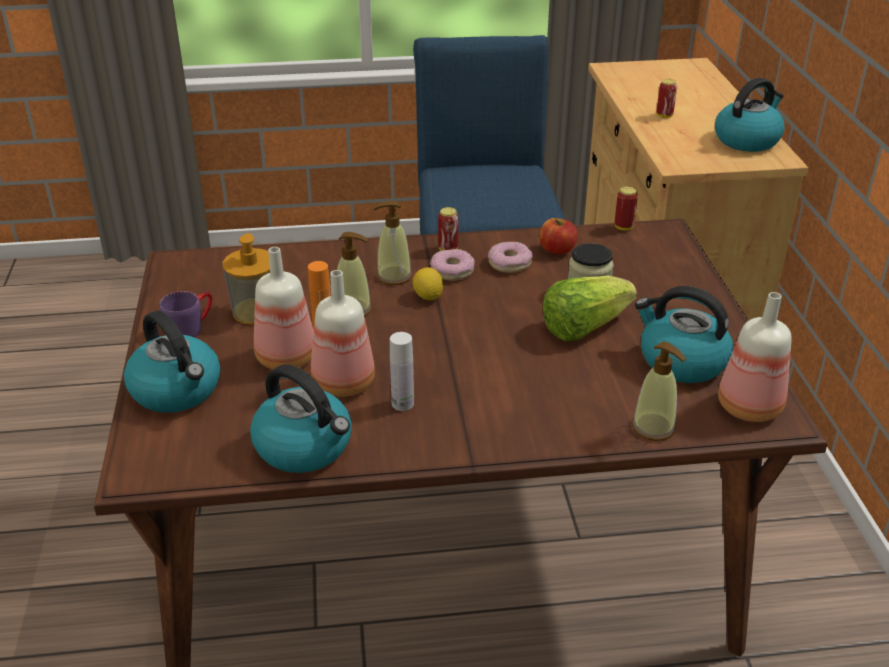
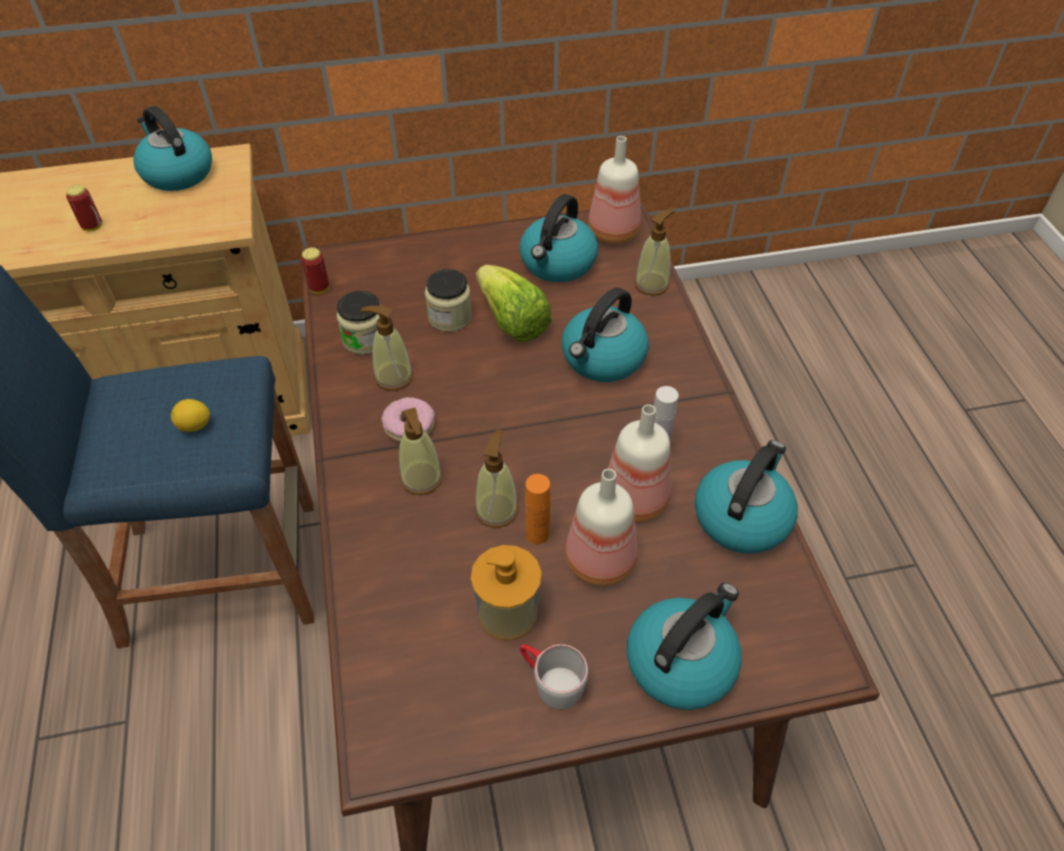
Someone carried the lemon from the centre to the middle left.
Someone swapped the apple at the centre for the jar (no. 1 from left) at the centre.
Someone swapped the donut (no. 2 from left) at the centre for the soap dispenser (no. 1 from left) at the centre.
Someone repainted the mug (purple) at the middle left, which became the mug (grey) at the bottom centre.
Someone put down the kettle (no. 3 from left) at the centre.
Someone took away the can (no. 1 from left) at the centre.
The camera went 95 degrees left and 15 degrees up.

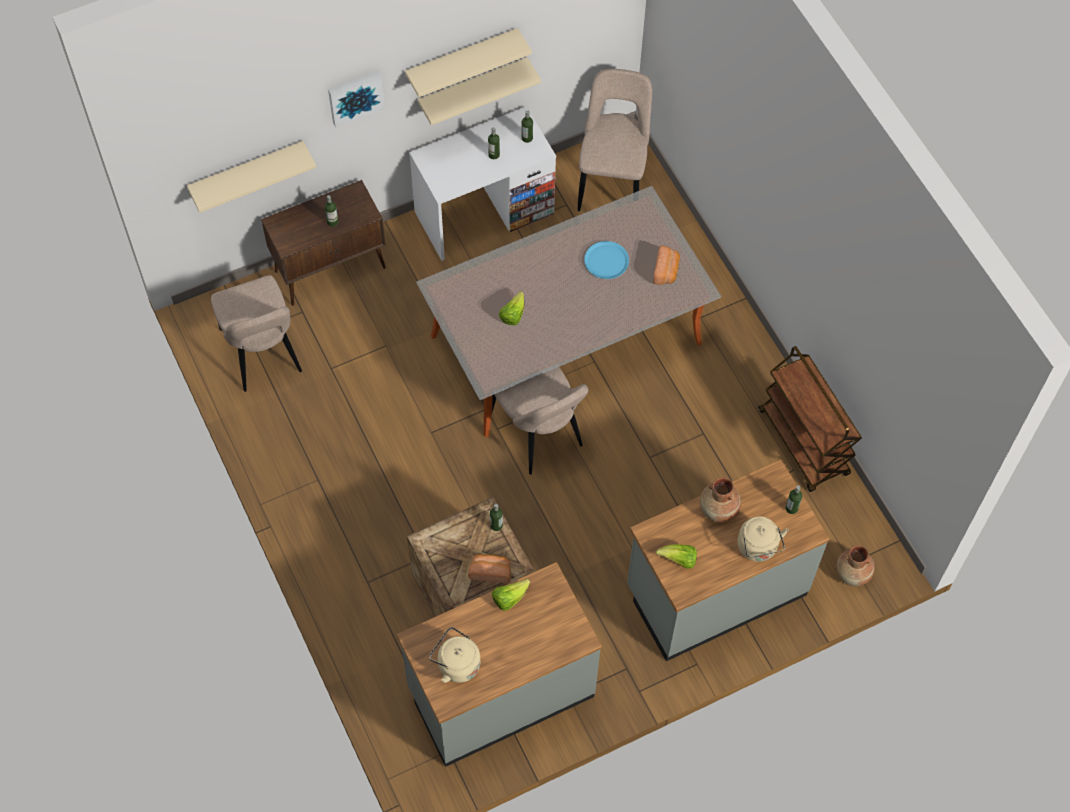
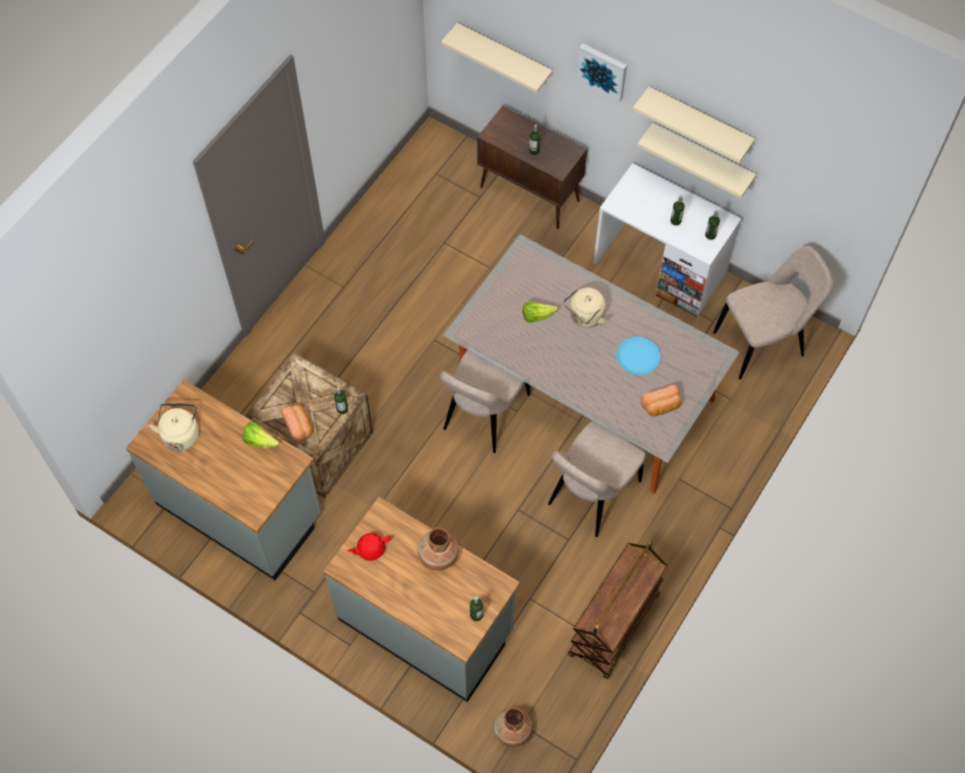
Someone swapped the lettuce (no. 3 from left) at the bottom centre for the teapot (red) at the bottom centre.
Someone carried the chair (beige) (no. 1 from left in the first image) from the middle left to the centre.
Someone carried the kettle (beige) (no. 2 from left) from the middle right to the centre.
The camera went 60 degrees right and 0 degrees up.

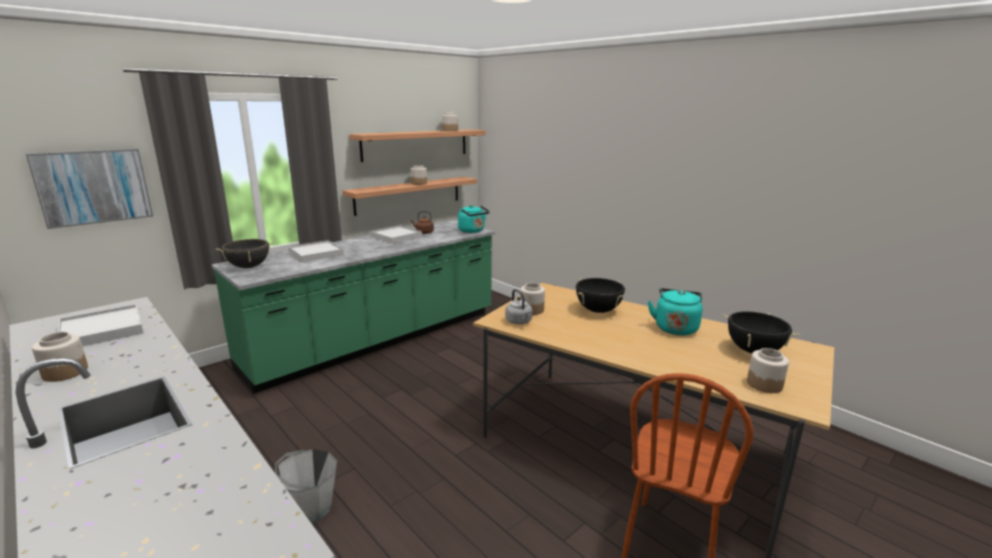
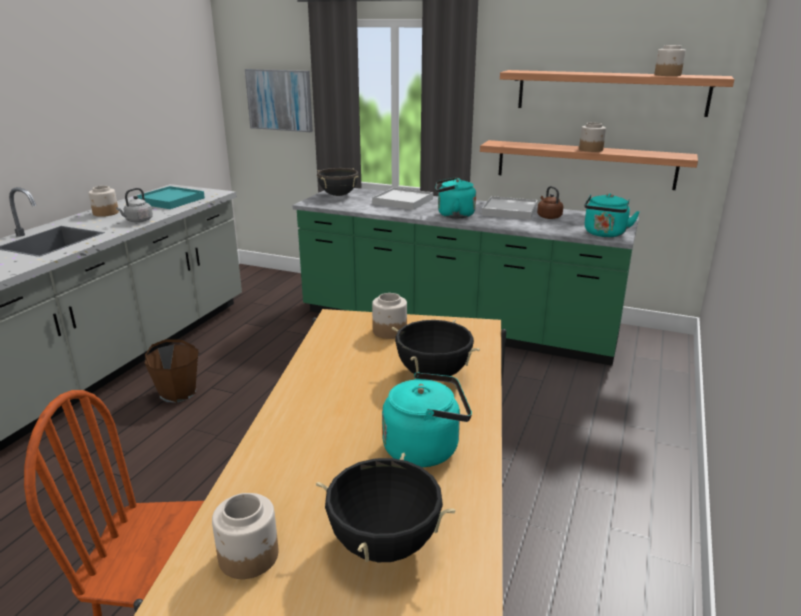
Someone carried the kettle (grey) from the centre to the top left.
Someone repainted the tray (white) (no. 1 from left) at the middle left, which became the tray (turquoise) at the top left.
Someone repainted the bucket (grey) at the bottom left, which became the bucket (brown) at the middle left.
Someone put down the kettle (turquoise) (no. 2 from left) at the top centre.
The camera went 65 degrees right and 5 degrees up.

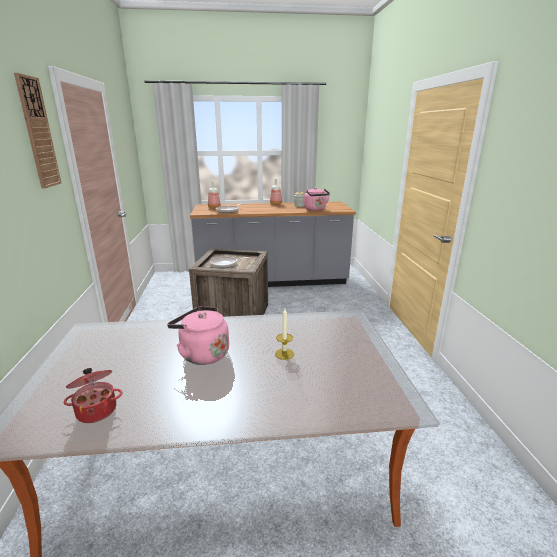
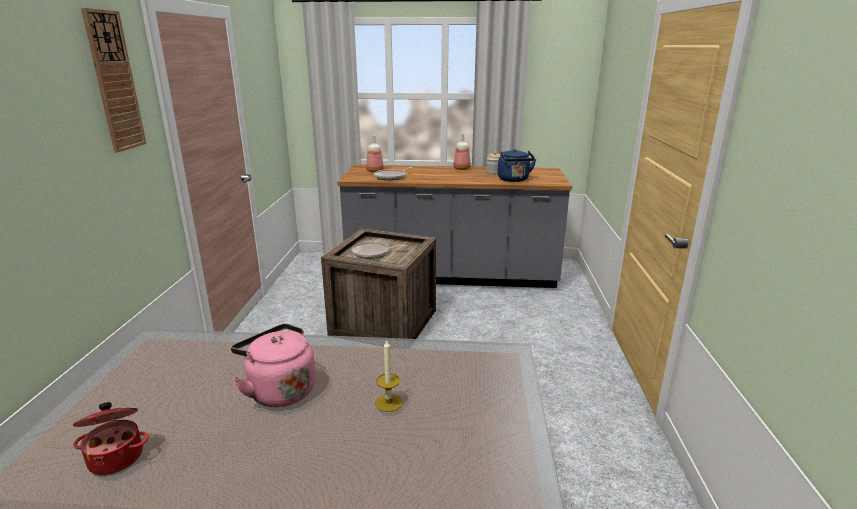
Someone repainted the kettle (pink) (no. 2 from left) at the centre, which became the kettle (blue) at the top centre.
The camera went 10 degrees right and 0 degrees up.

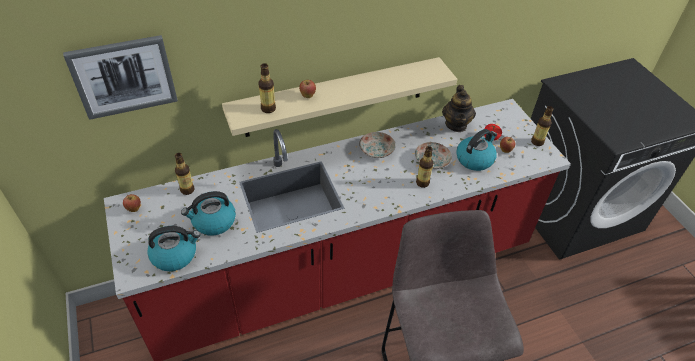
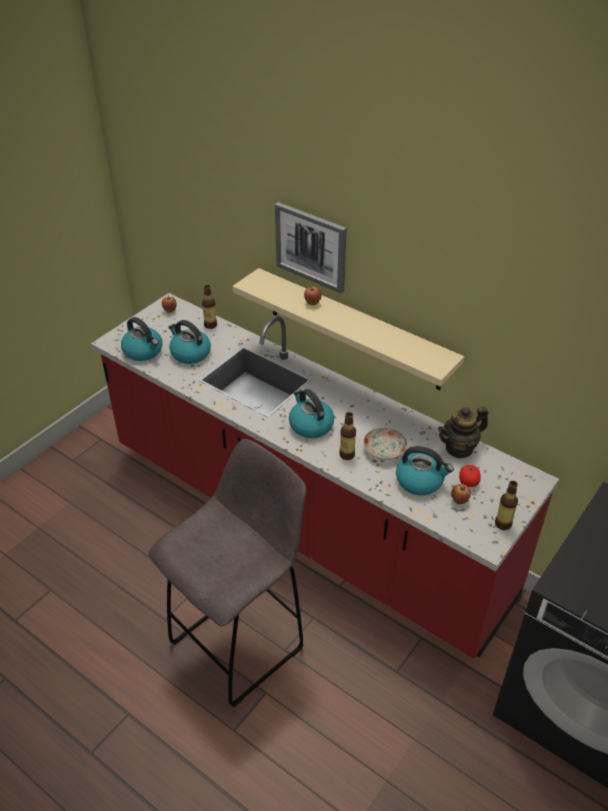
Someone carried the picture from the top left to the top centre.
Someone put down the kettle (no. 3 from left) at the centre.
Someone took away the bottle (no. 2 from left) at the top centre.
Someone took away the plate (no. 1 from left) at the centre.
The camera went 60 degrees right and 5 degrees down.

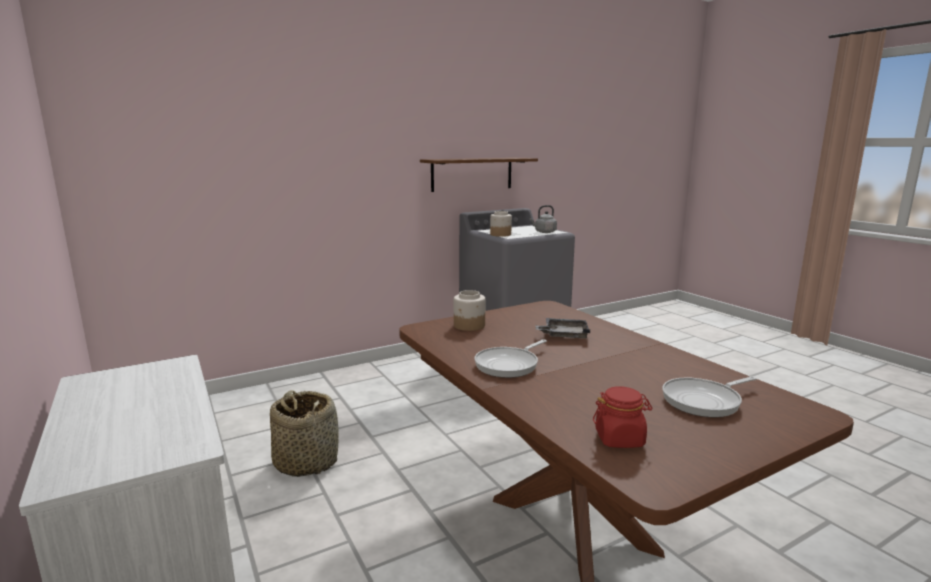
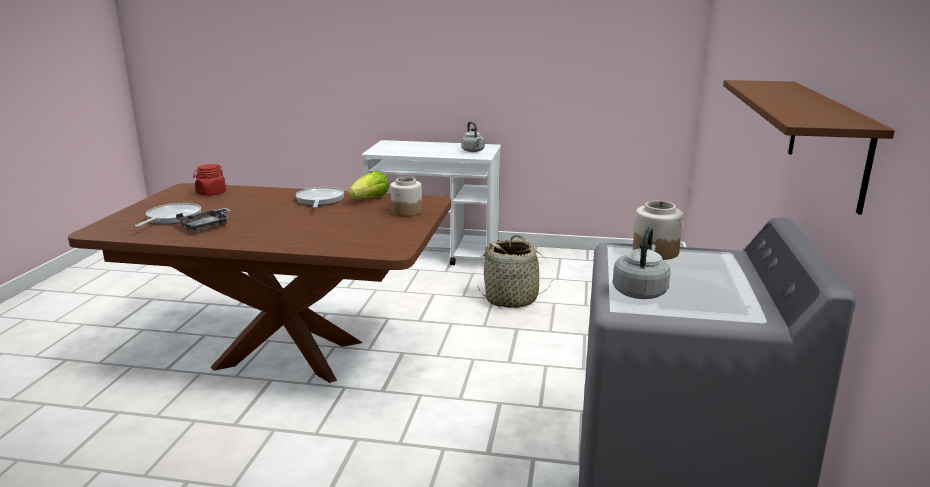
Someone carried the tray (grey) from the centre to the middle left.
Someone put down the lettuce at the centre.
Someone put down the kettle (grey) (no. 1 from left) at the top centre.
The camera went 130 degrees right and 5 degrees up.

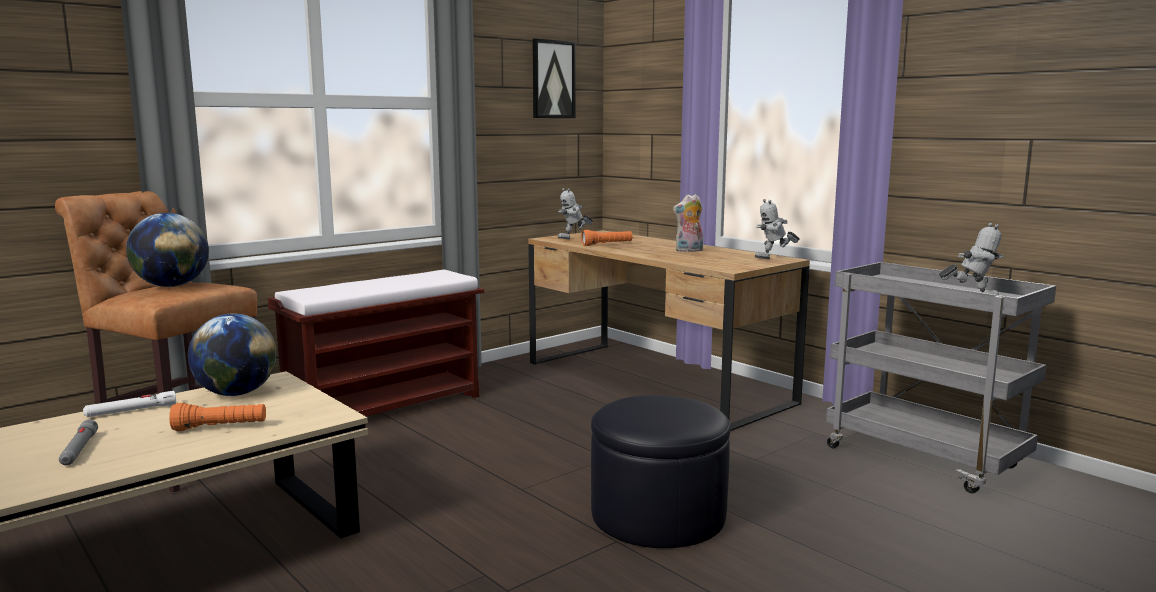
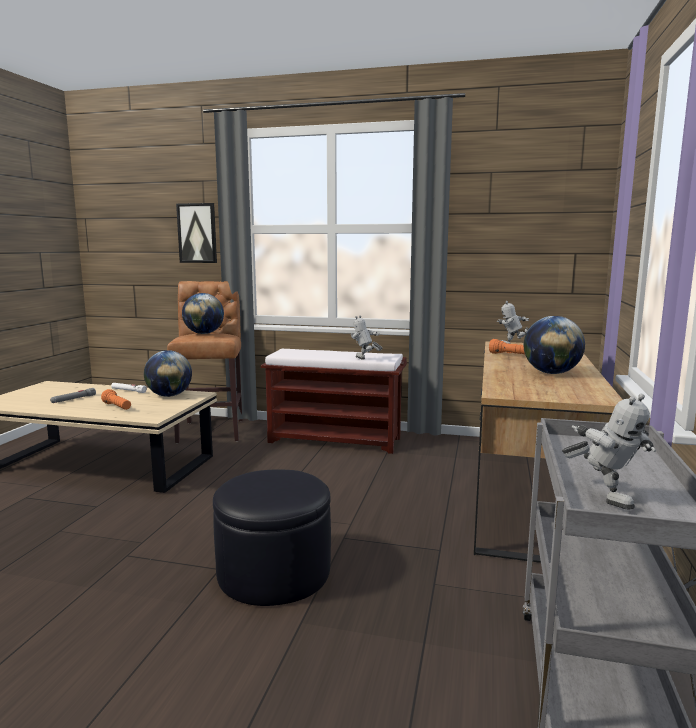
Someone carried the picture from the top centre to the top left.
Someone carried the toy robot (no. 2 from left in the first image) from the middle right to the centre.
Someone swapped the plush toy at the centre for the globe (no. 3 from left) at the middle right.
The camera went 55 degrees right and 0 degrees up.

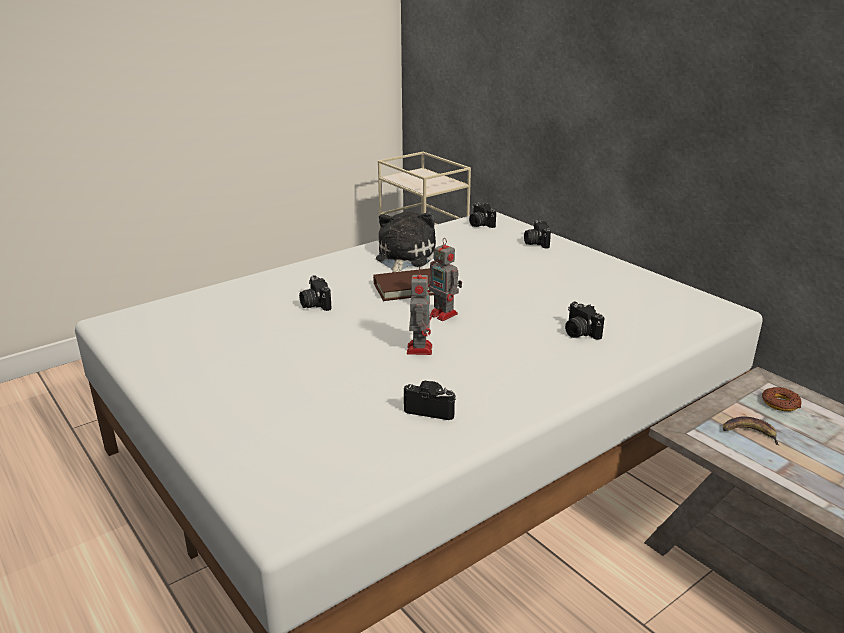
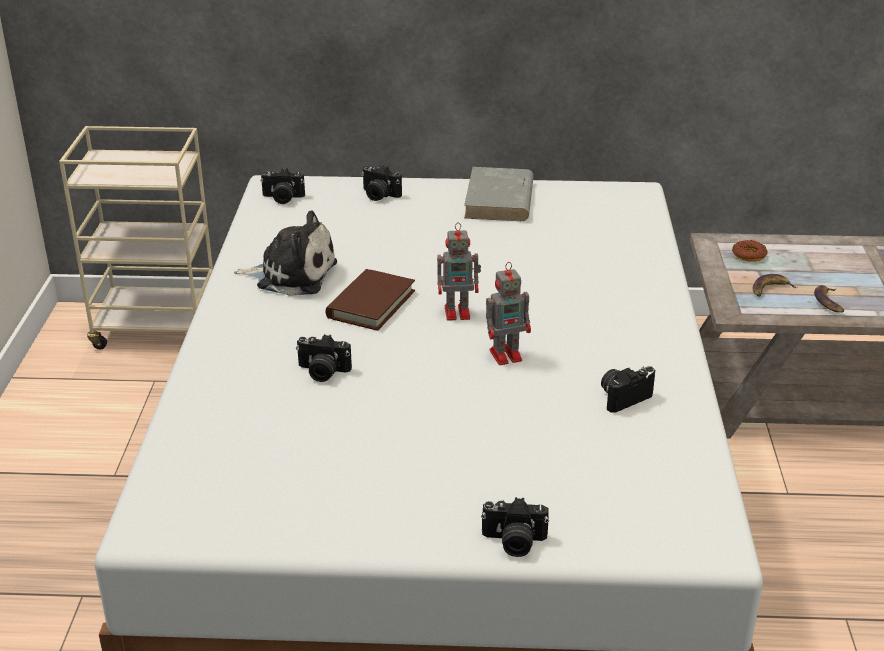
Someone rotated the plush toy at the centre by 135 degrees clockwise.
Someone put down the book (grey) at the top centre.
Someone carried the photo camera (no. 5 from left in the first image) from the middle right to the bottom centre.
Someone rotated the toy robot (no. 1 from left in the first image) at the centre by 120 degrees clockwise.
Someone put down the banana (no. 2 from left) at the middle right.
The camera went 50 degrees left and 5 degrees up.

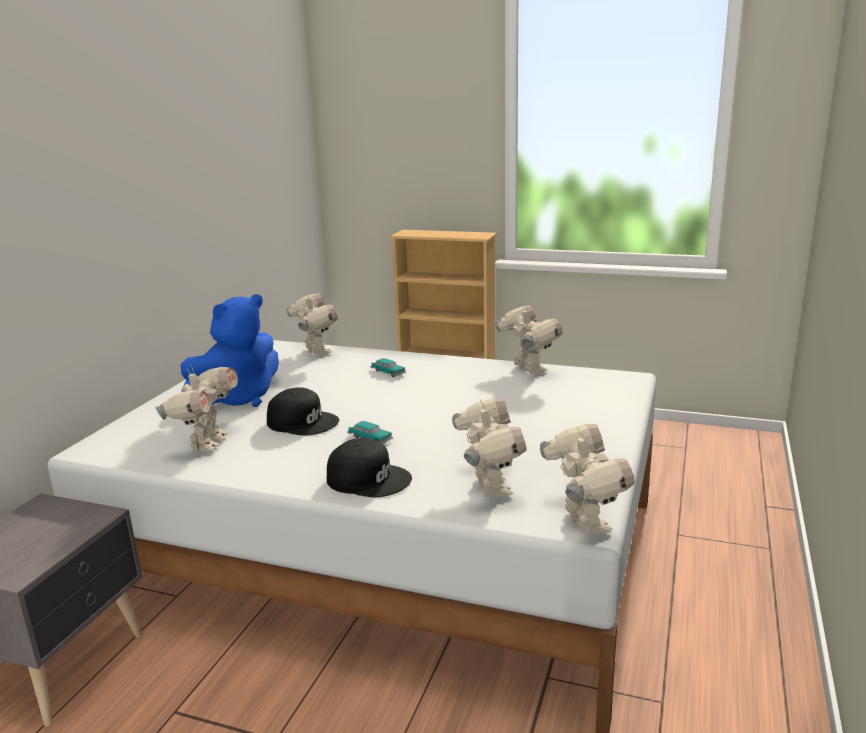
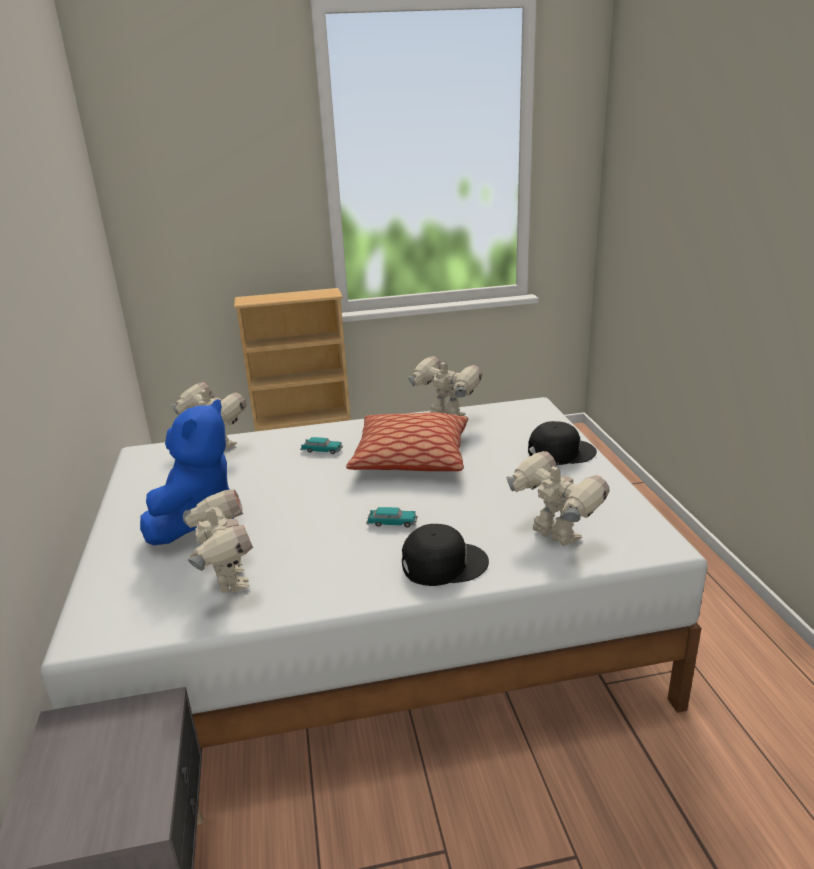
Someone put down the pillow at the centre.
Someone carried the cap (black) (no. 1 from left in the first image) from the centre to the middle right.
Someone took away the toy robot (no. 5 from left) at the middle right.
The camera went 30 degrees left and 5 degrees up.

